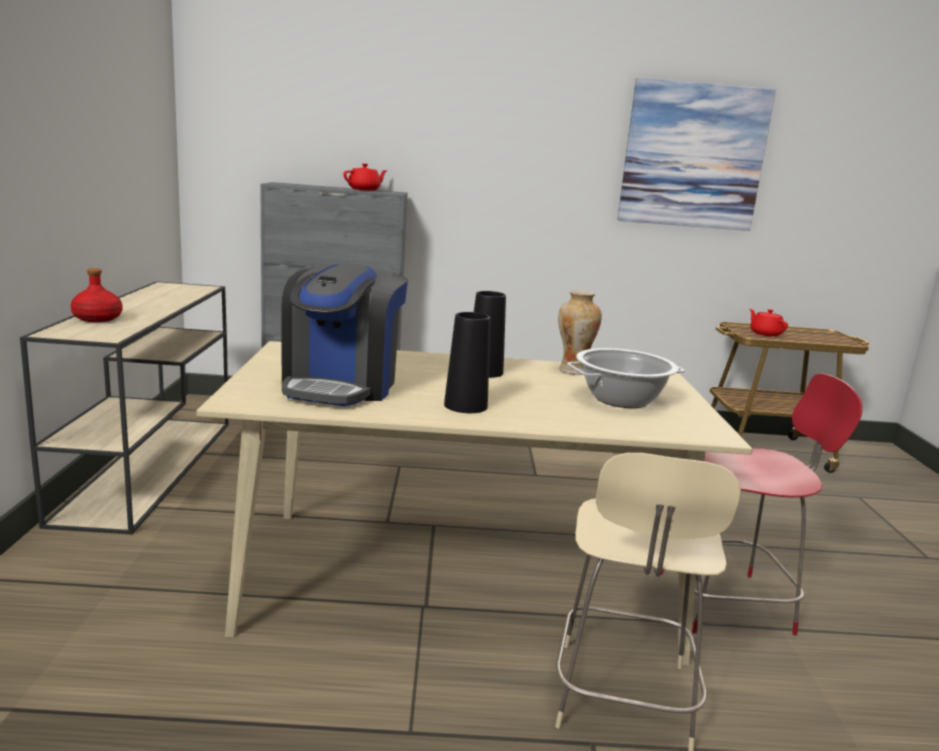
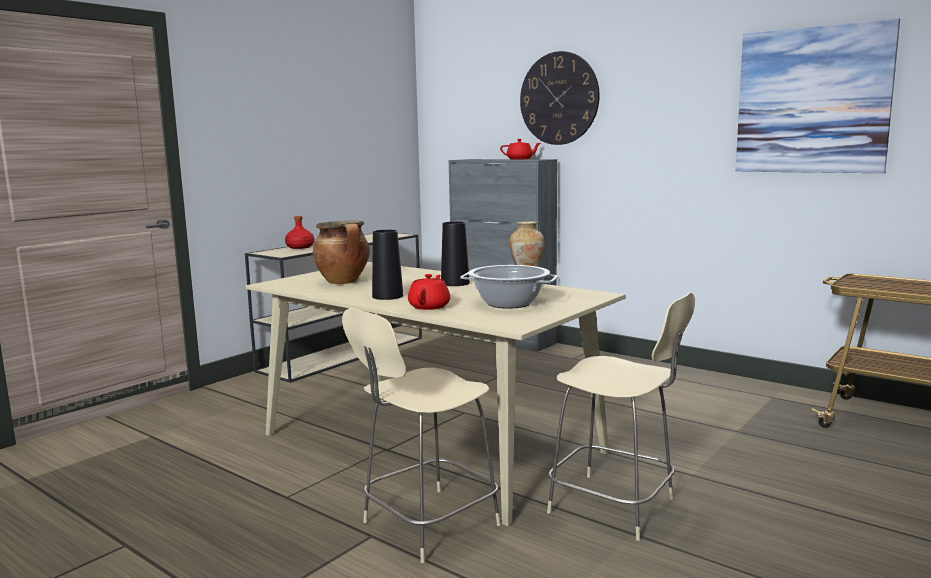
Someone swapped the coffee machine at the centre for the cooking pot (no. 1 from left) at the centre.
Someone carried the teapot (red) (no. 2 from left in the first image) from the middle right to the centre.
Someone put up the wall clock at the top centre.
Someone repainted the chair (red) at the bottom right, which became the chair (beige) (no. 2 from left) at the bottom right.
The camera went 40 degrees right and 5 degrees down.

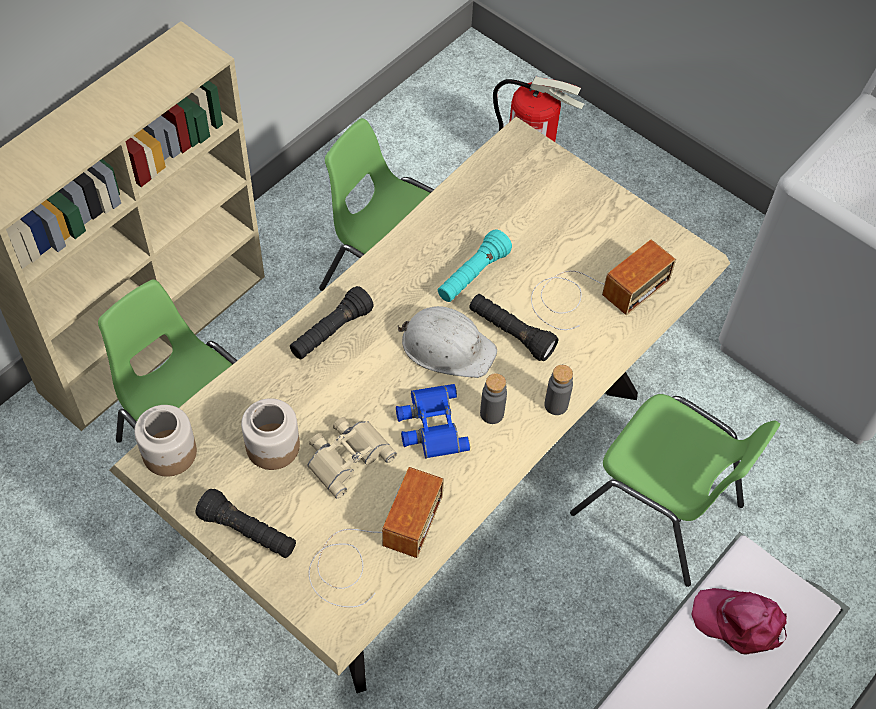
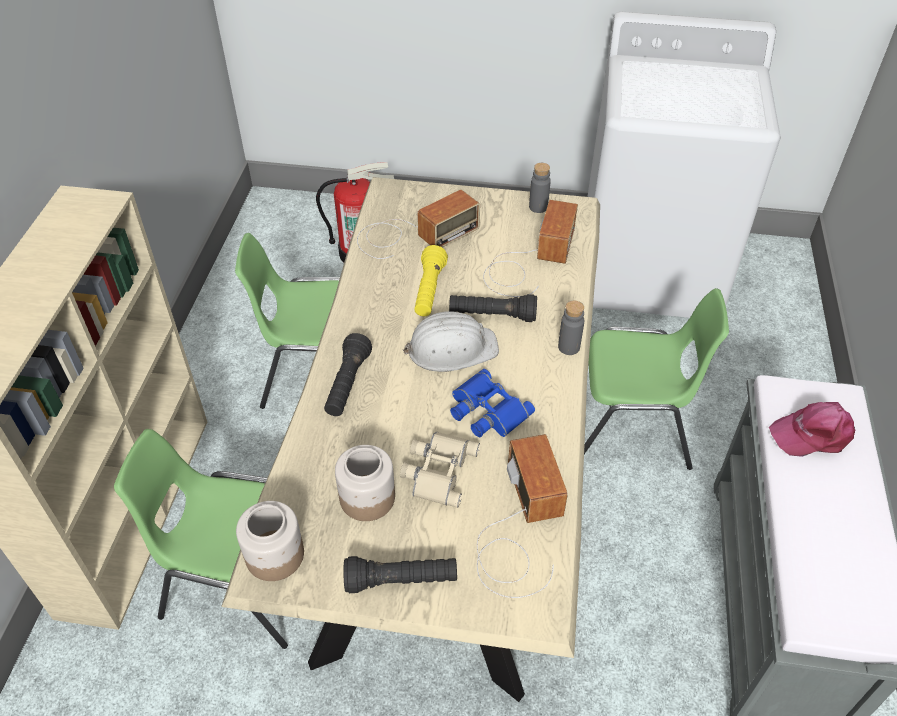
Someone put down the radio (no. 1 from left) at the top centre.
Someone repainted the flashlight (turquoise) at the centre, which became the flashlight (yellow) at the centre.
Someone carried the bottle (grey) (no. 1 from left) from the centre to the top centre.
The camera went 30 degrees left and 10 degrees down.

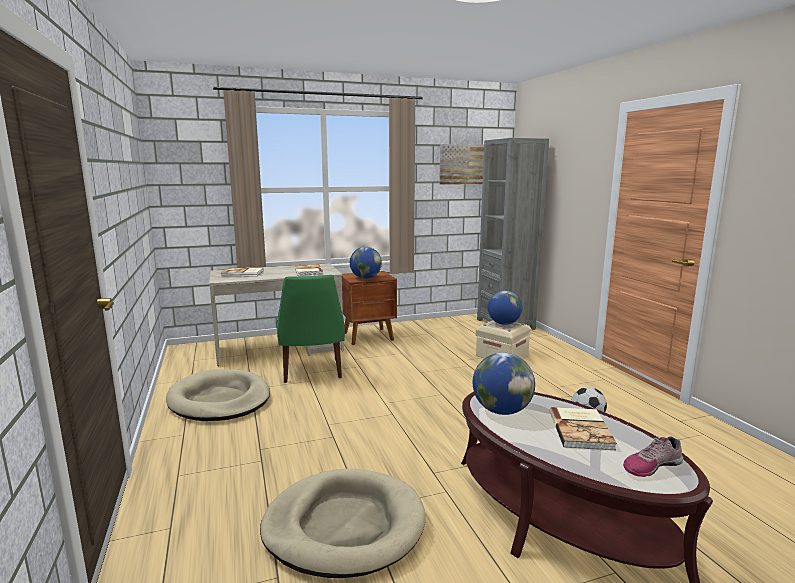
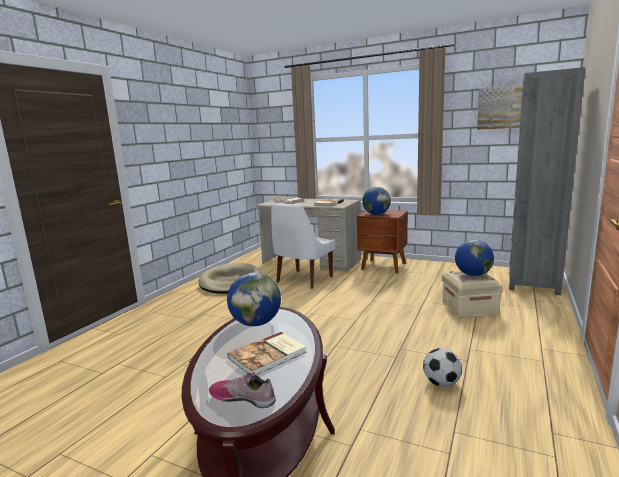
Someone repainted the chair (green) at the centre, which became the chair (white) at the centre.
Someone took away the dog bed (beige) (no. 2 from left) at the bottom centre.
The camera went 45 degrees right and 0 degrees up.

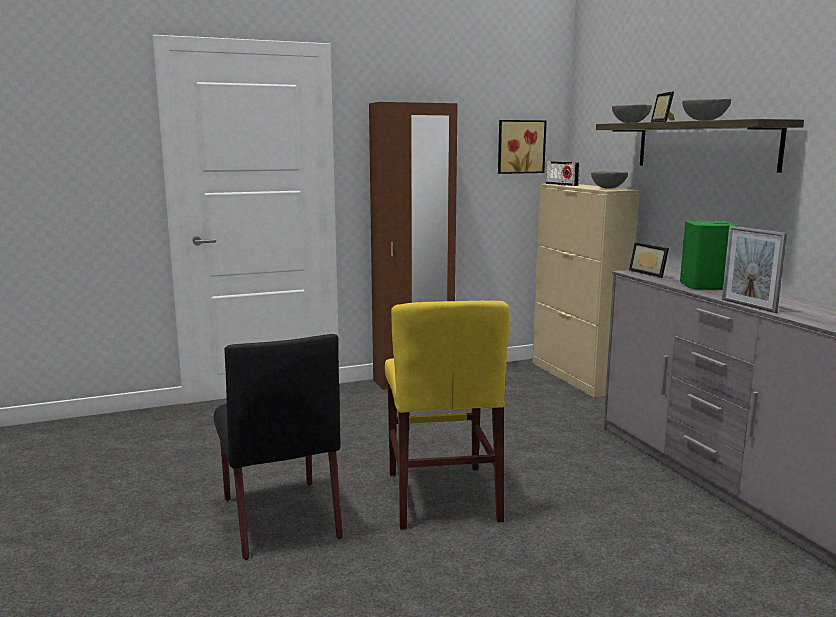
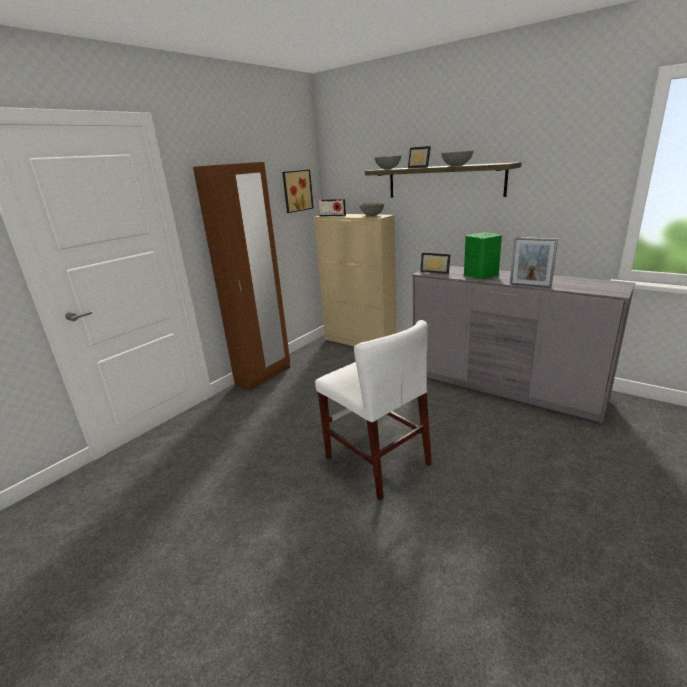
Someone repainted the chair (yellow) at the bottom centre, which became the chair (white) at the centre.
Someone took away the chair (black) at the bottom left.
The camera went 30 degrees left and 10 degrees up.

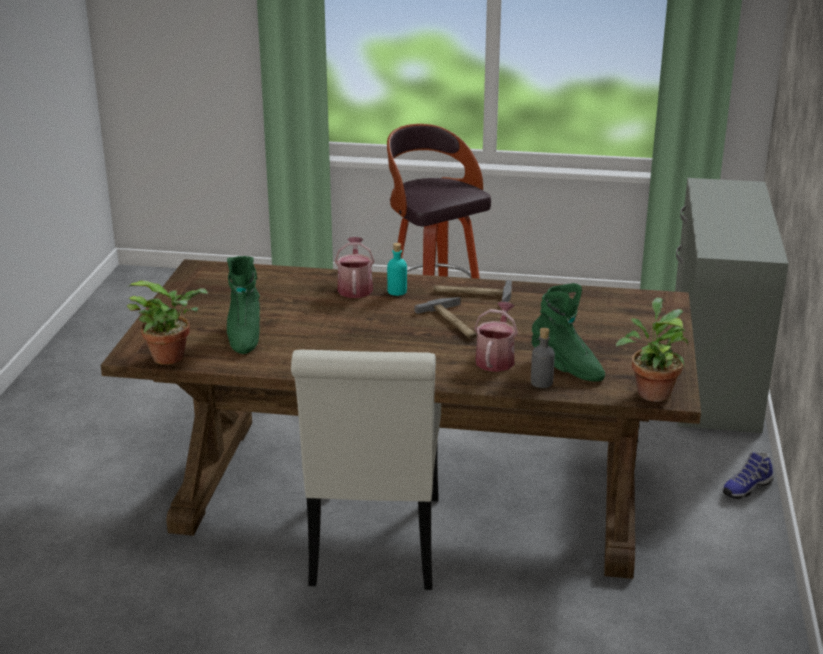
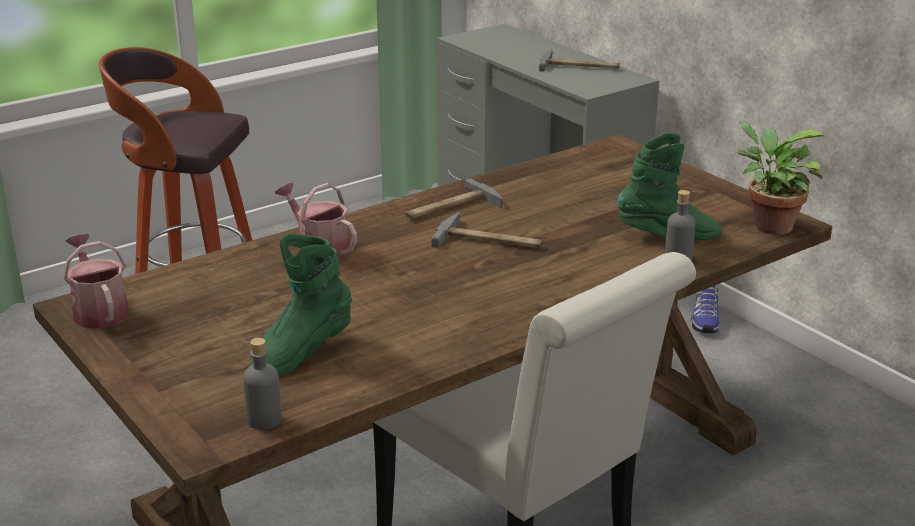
Someone carried the watering can (no. 2 from left in the first image) from the centre to the middle left.
Someone swapped the potted plant (no. 1 from left) at the middle left for the bottle (grey) (no. 1 from left) at the bottom left.
Someone rotated the boot (green) (no. 1 from left) at the middle left by 90 degrees clockwise.
Someone put down the hammer (no. 3 from left) at the top centre.
Someone took away the bottle (turquoise) at the centre.
The camera went 45 degrees left and 0 degrees up.

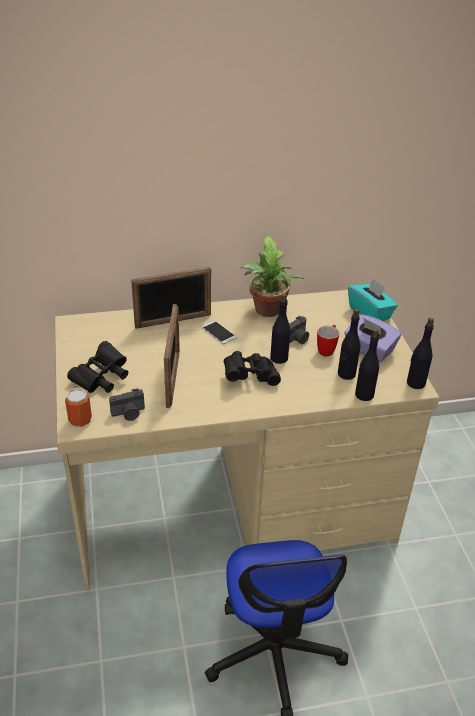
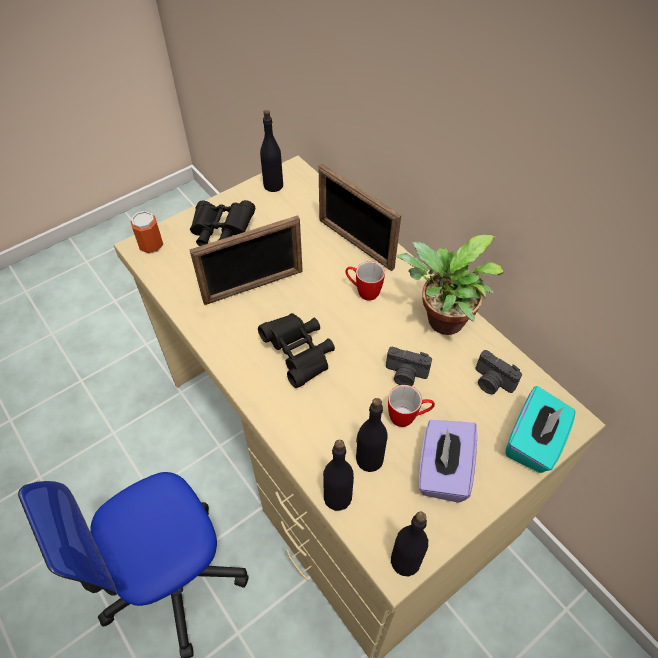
Someone carried the bottle (black) (no. 1 from left) from the centre to the top centre.
Someone swapped the phone at the centre for the mug (no. 1 from left) at the centre.
Someone carried the photo camera (no. 1 from left in the first image) from the middle left to the middle right.
The camera went 65 degrees right and 15 degrees up.

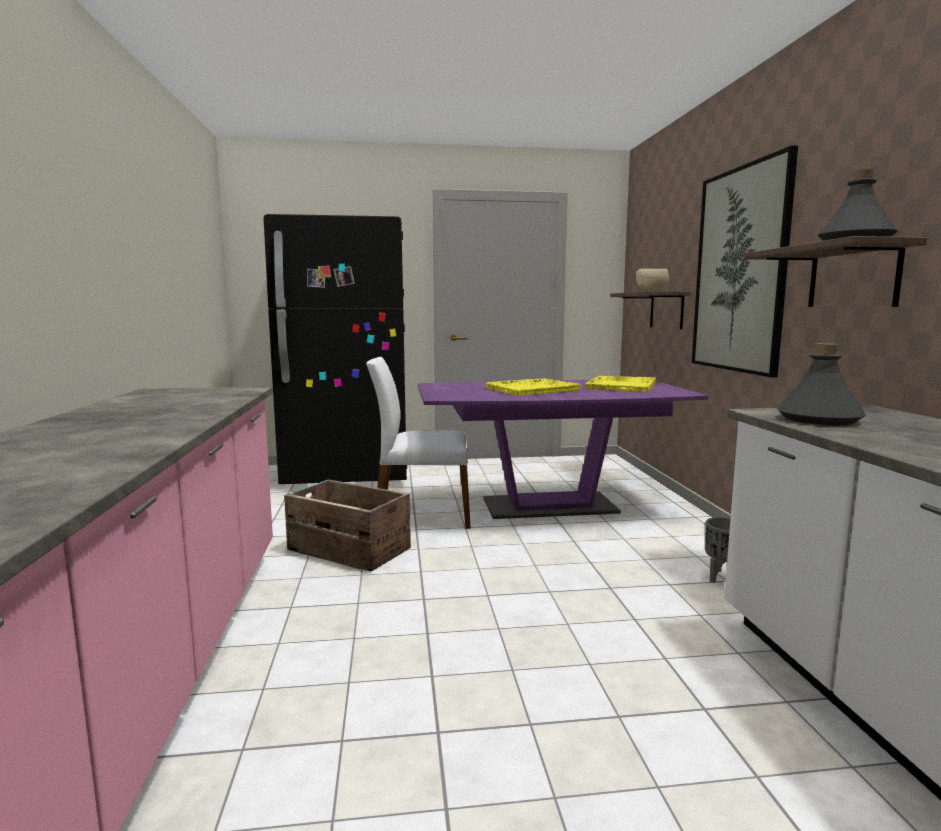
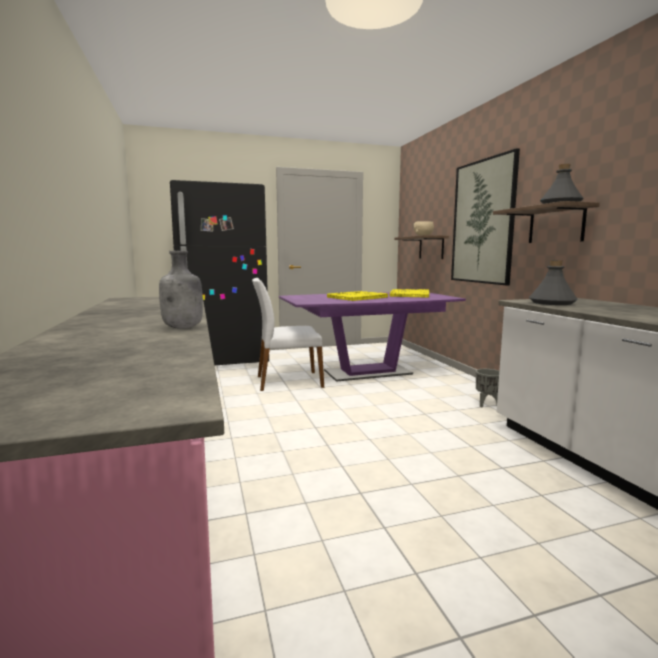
Someone put down the bottle (grey) (no. 1 from left) at the middle left.
Someone took away the crate at the centre.
The camera went 10 degrees left and 0 degrees up.

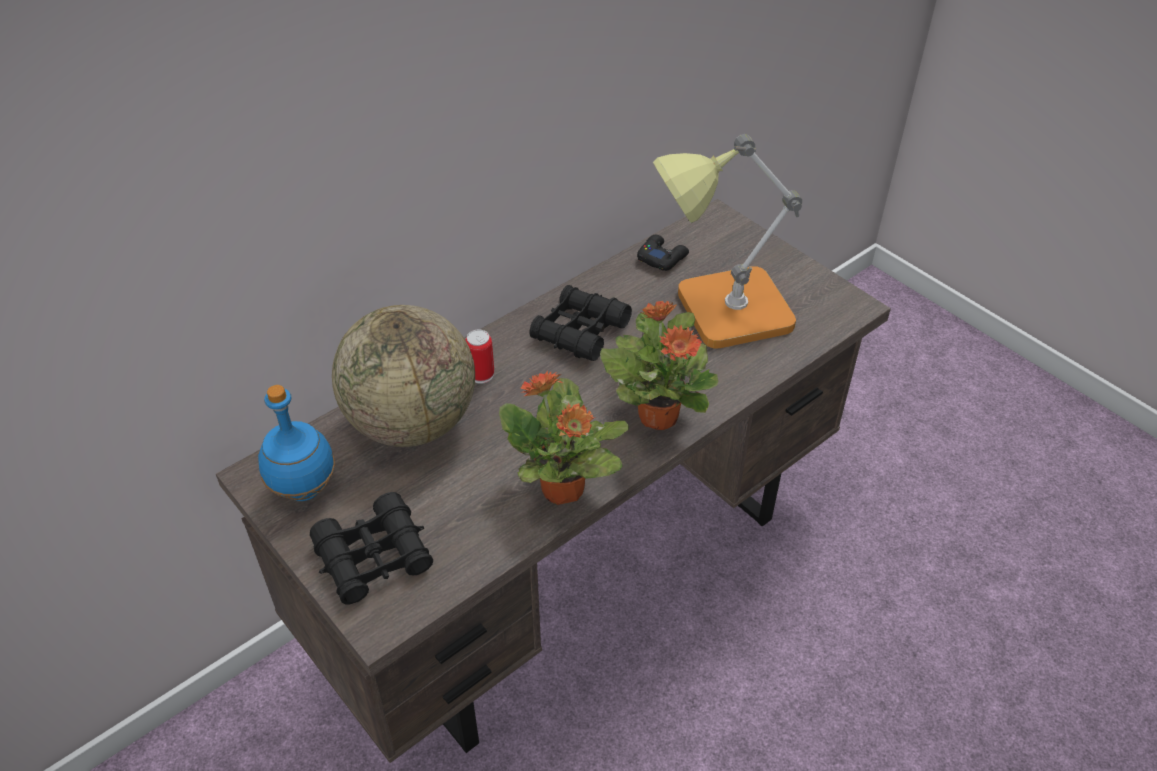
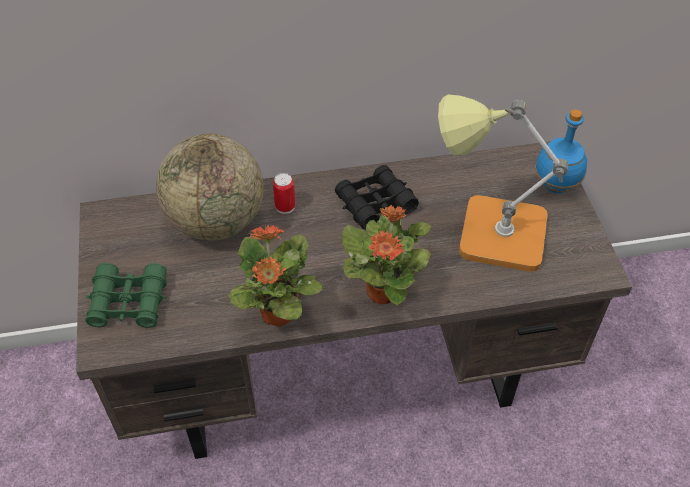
Someone repainted the binoculars (black) (no. 1 from left) at the bottom left, which became the binoculars (green) at the middle left.
Someone carried the bottle (blue) from the middle left to the top right.
Someone took away the game controller (black) at the top centre.
The camera went 30 degrees right and 5 degrees up.

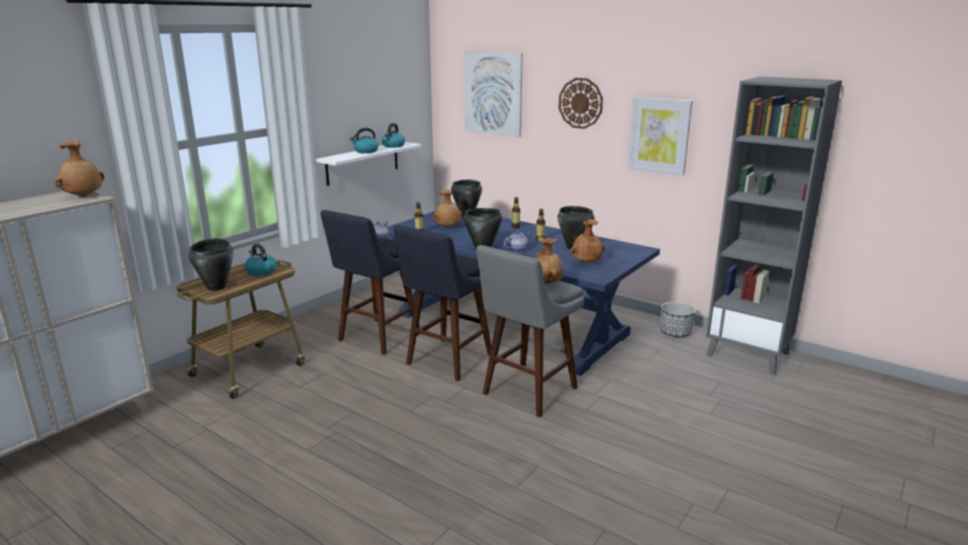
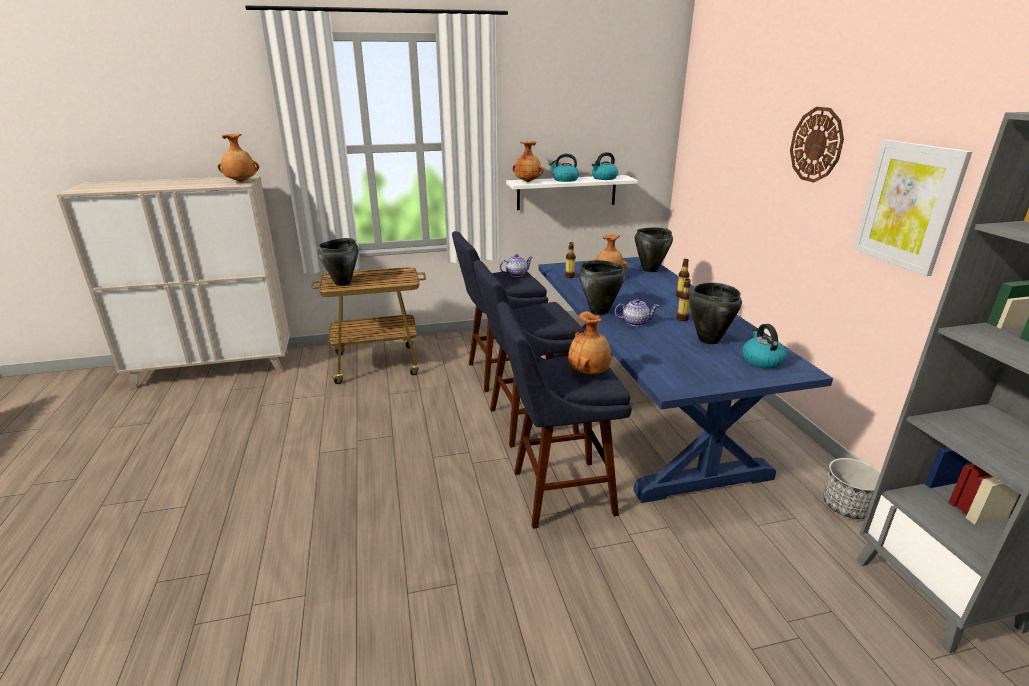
Someone repainted the stool (grey) at the centre, which became the stool (blue) (no. 3 from left) at the centre.
Someone carried the vase (brown) (no. 4 from left in the first image) from the centre to the top centre.
Someone carried the kettle (no. 1 from left in the first image) from the middle left to the middle right.
Someone took away the picture (no. 1 from left) at the top centre.
The camera went 40 degrees right and 5 degrees up.

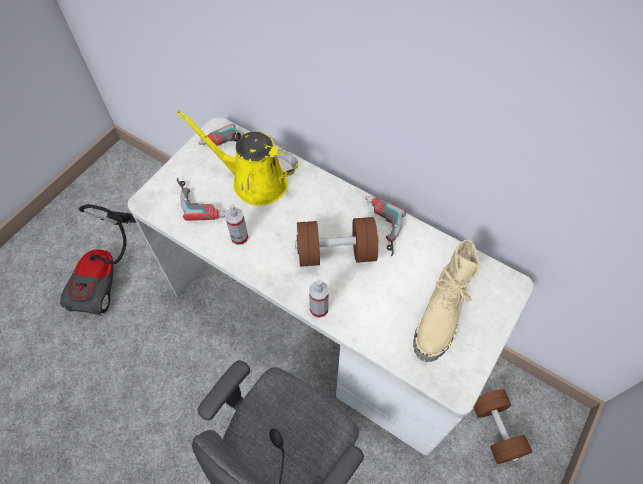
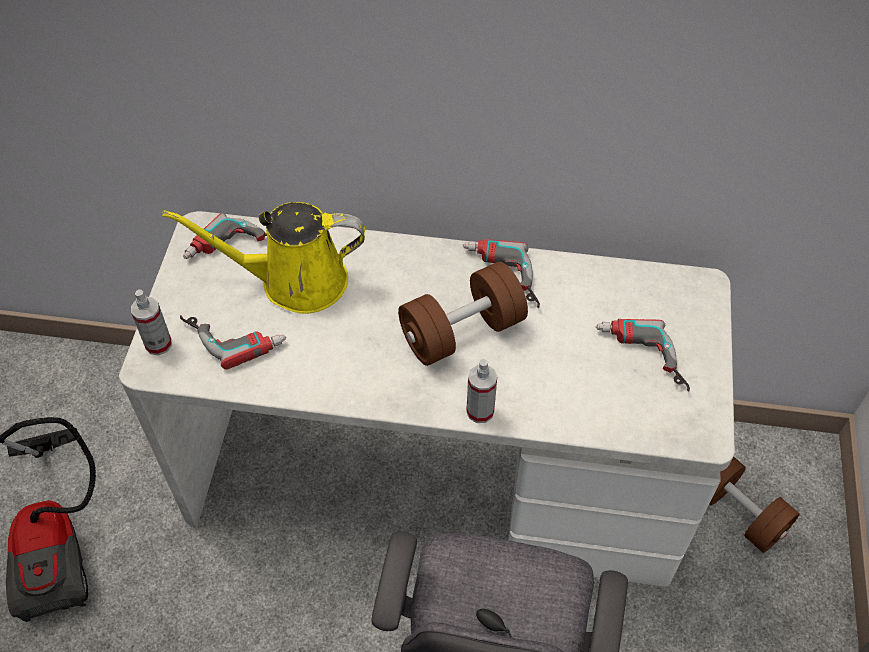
Someone carried the spray bottle (no. 1 from left) from the centre to the middle left.
Someone swapped the boot (beige) at the middle right for the power drill (no. 4 from left) at the middle right.
The camera went 25 degrees left and 5 degrees down.

